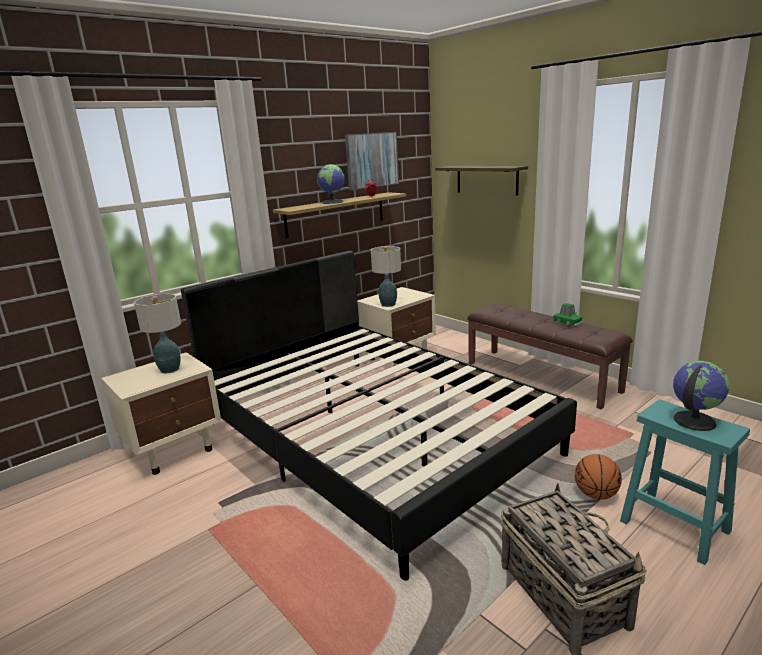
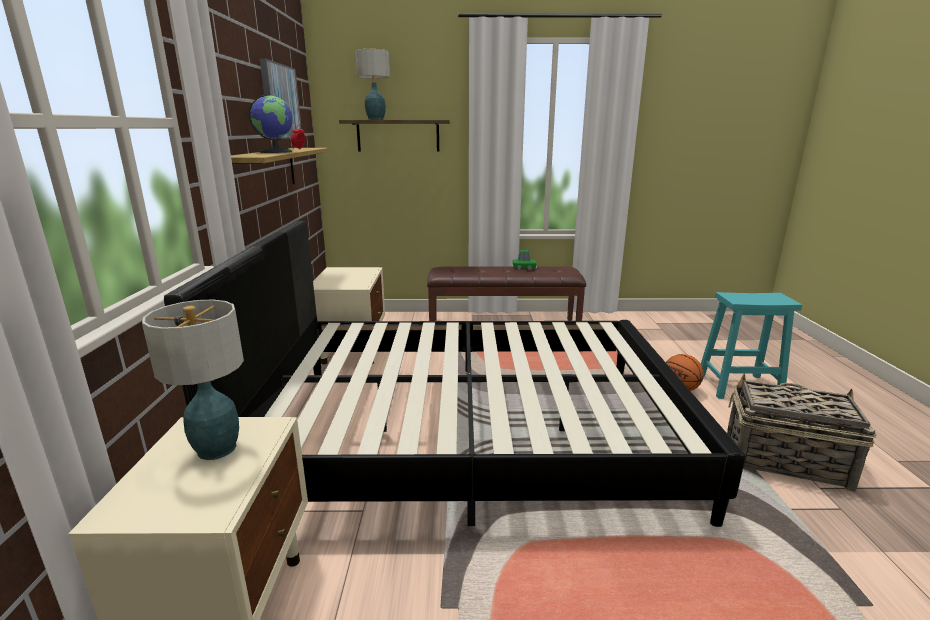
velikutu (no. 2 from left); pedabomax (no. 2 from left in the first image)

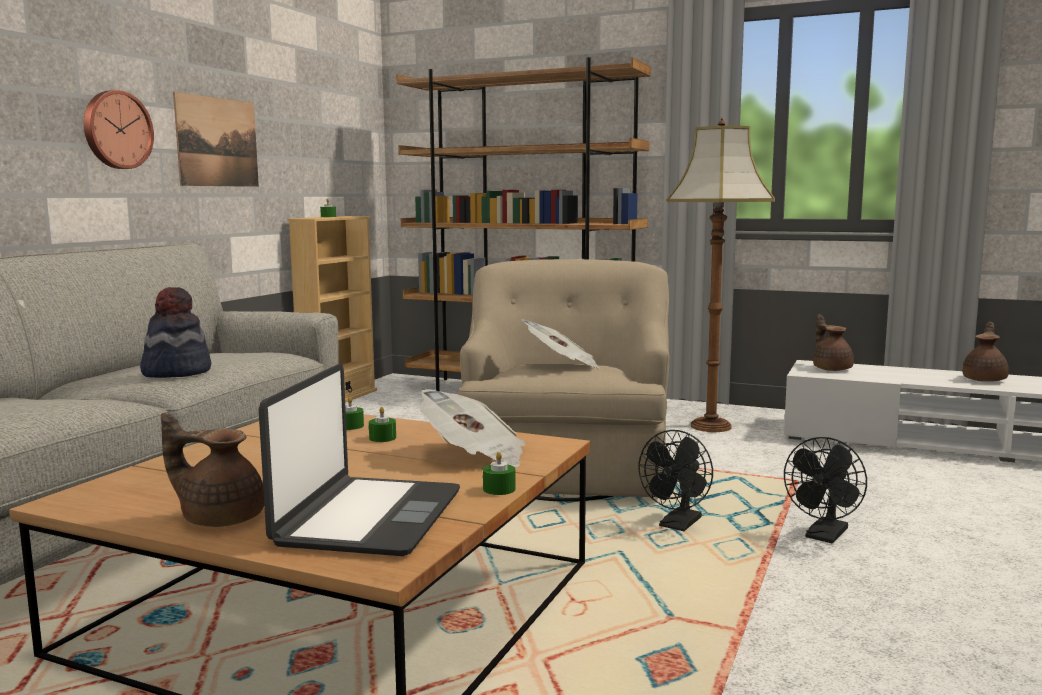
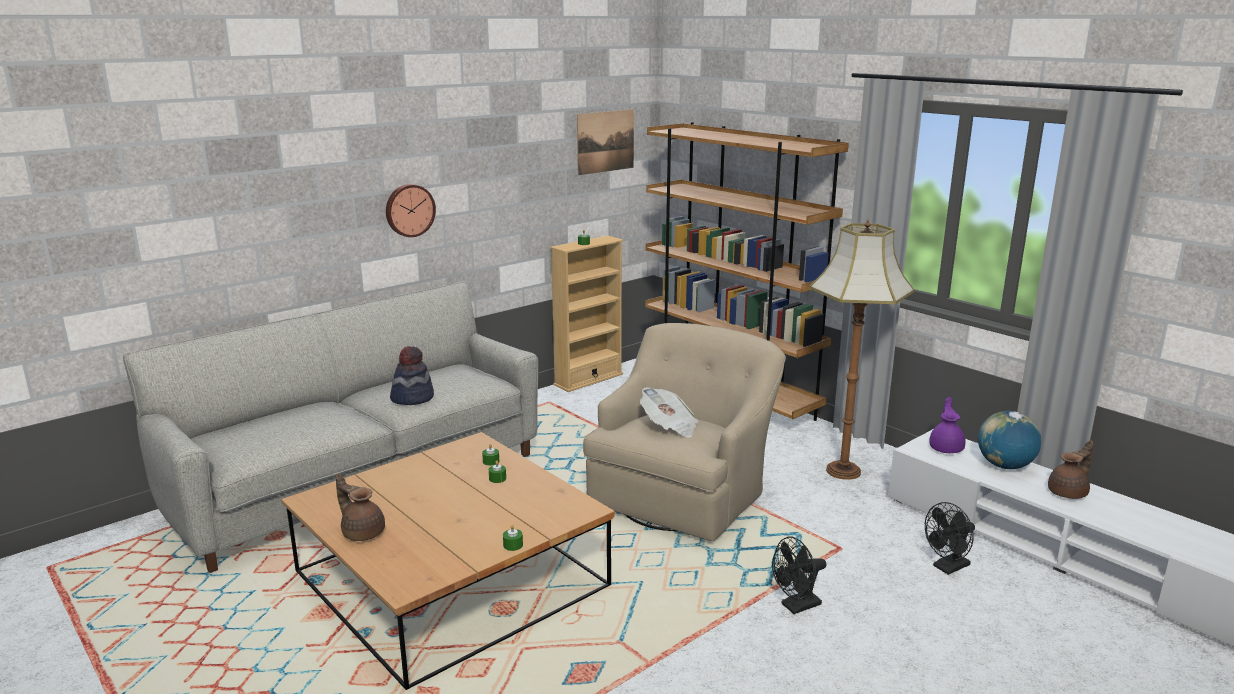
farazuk; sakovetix; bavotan (no. 1 from left in the first image); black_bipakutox (no. 2 from left); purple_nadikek; pedabomax

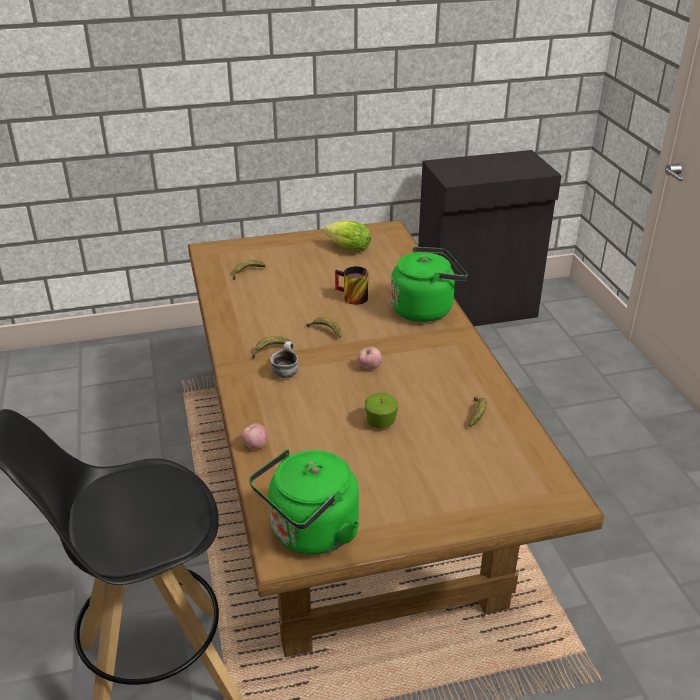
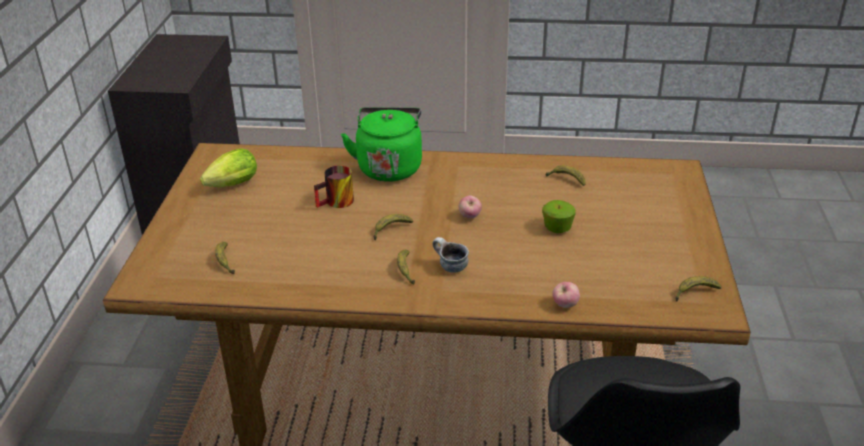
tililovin (no. 5 from left)

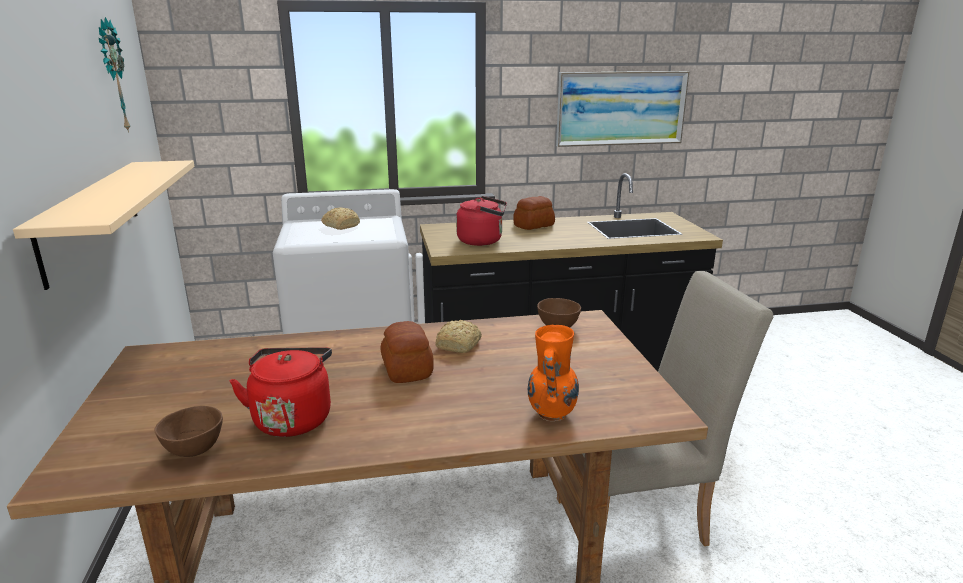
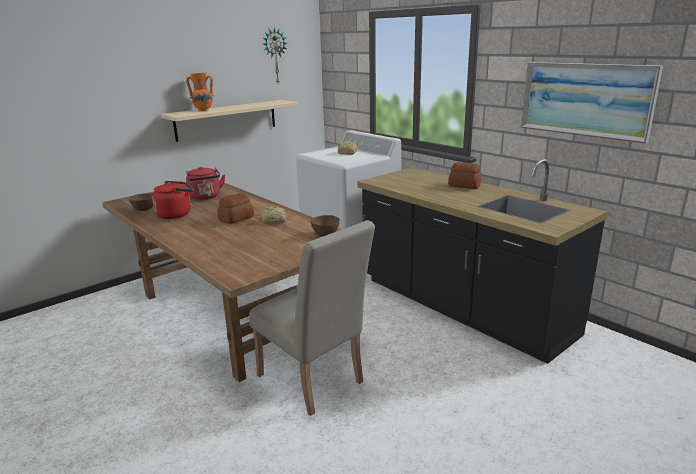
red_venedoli (no. 2 from left); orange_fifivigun

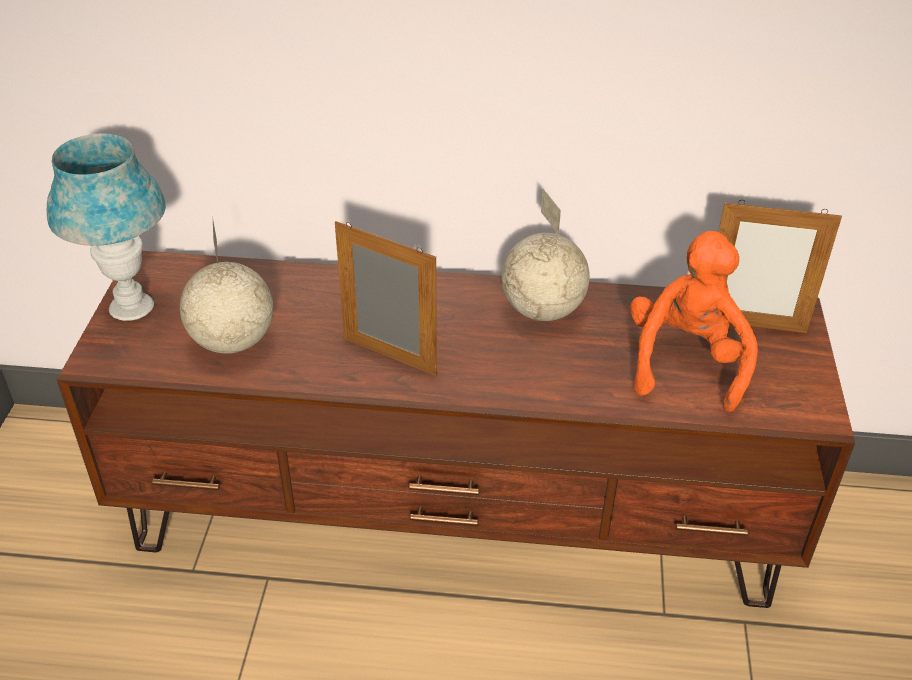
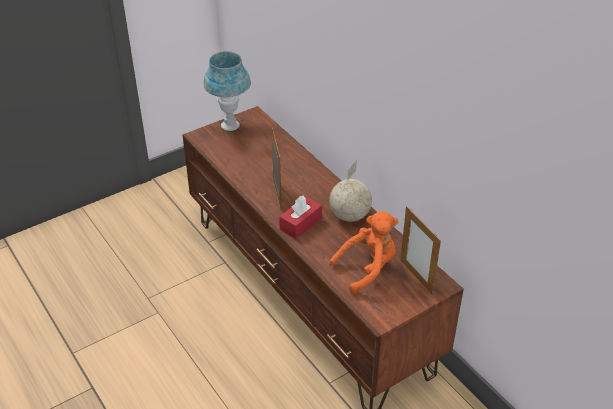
pedabomax (no. 1 from left in the first image); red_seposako

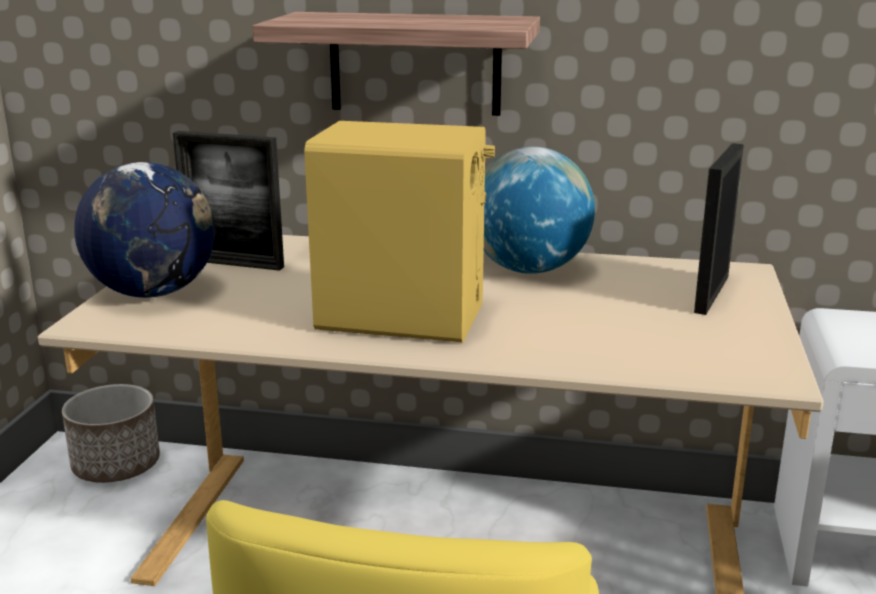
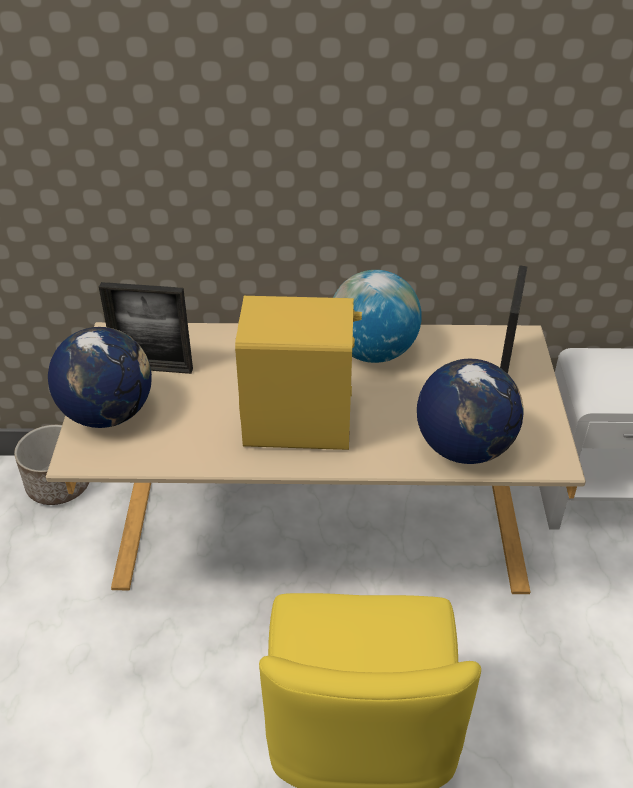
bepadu; pedabomax (no. 3 from left)

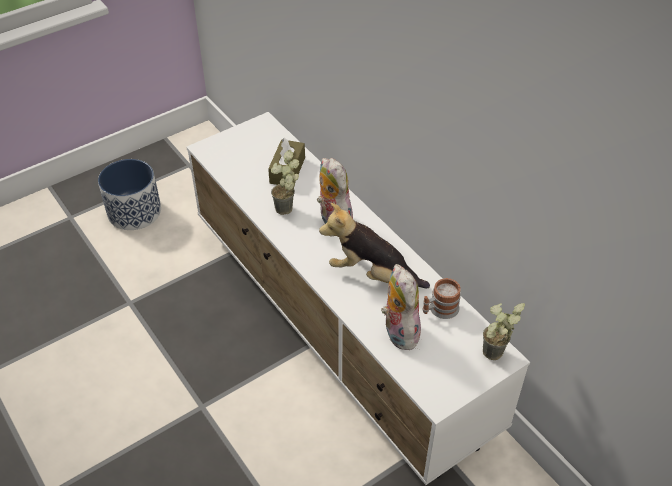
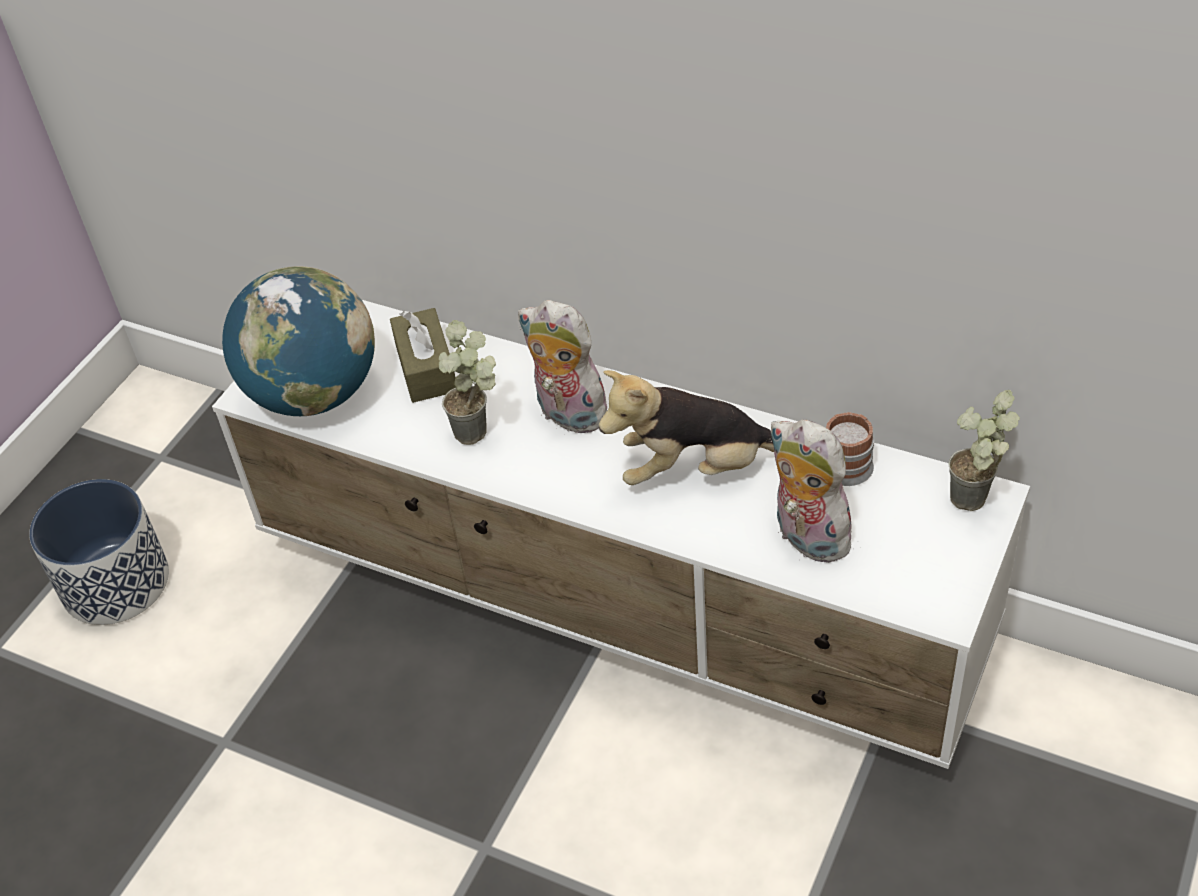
pedabomax

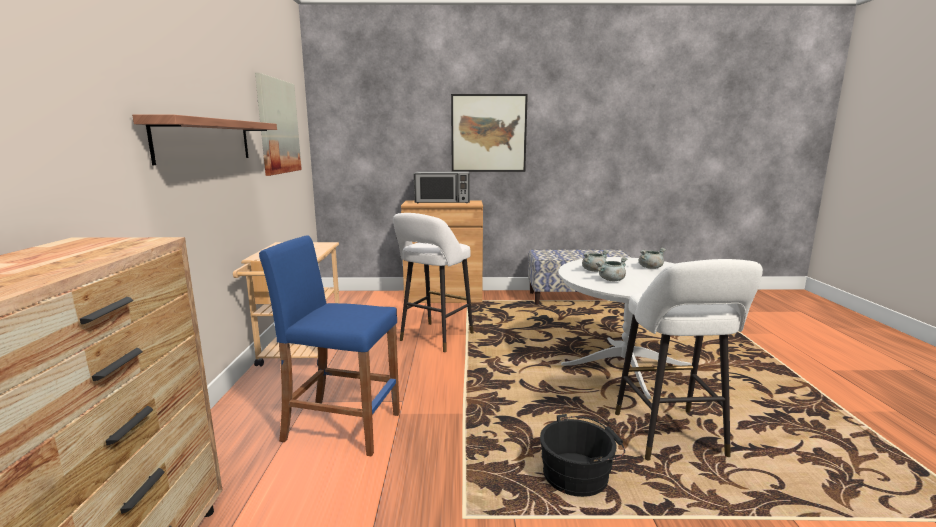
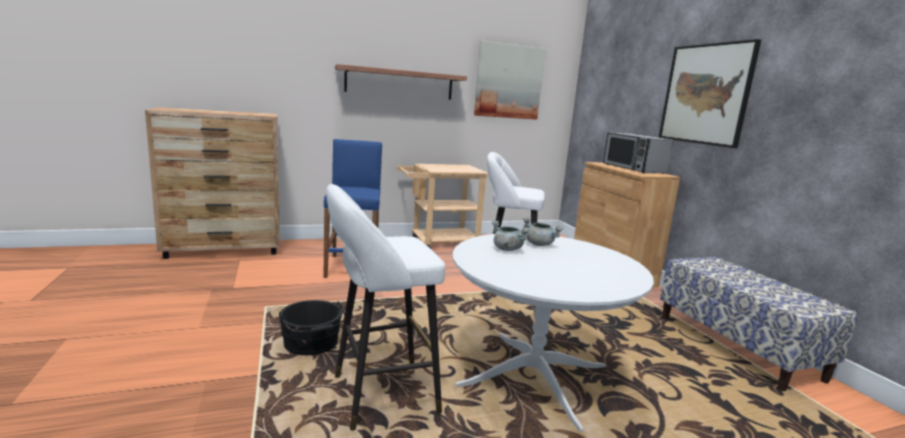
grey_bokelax (no. 3 from left in the first image)

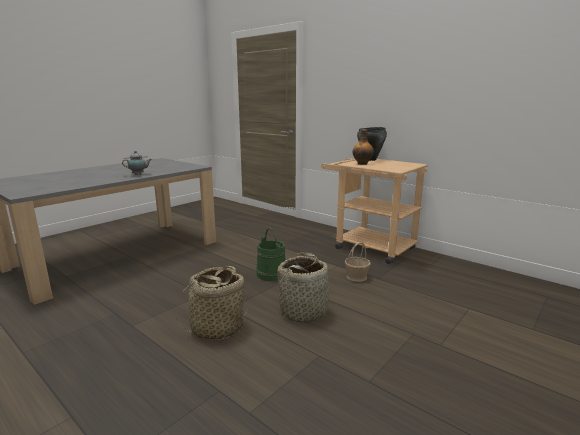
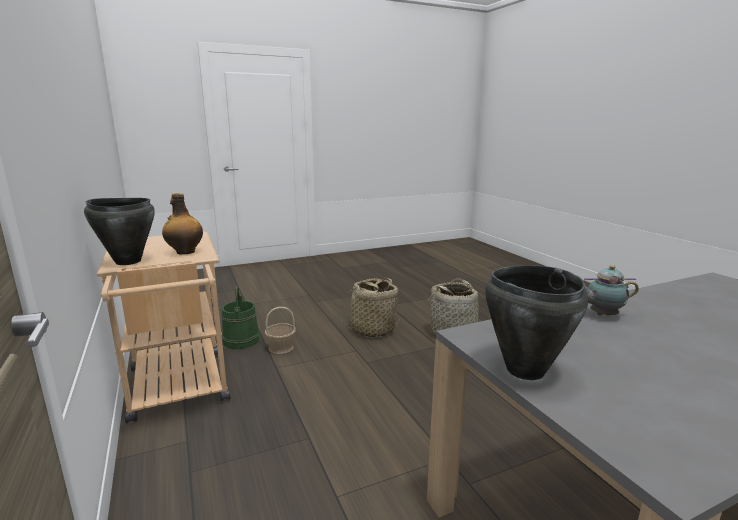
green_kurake; black_bokelax (no. 2 from left)

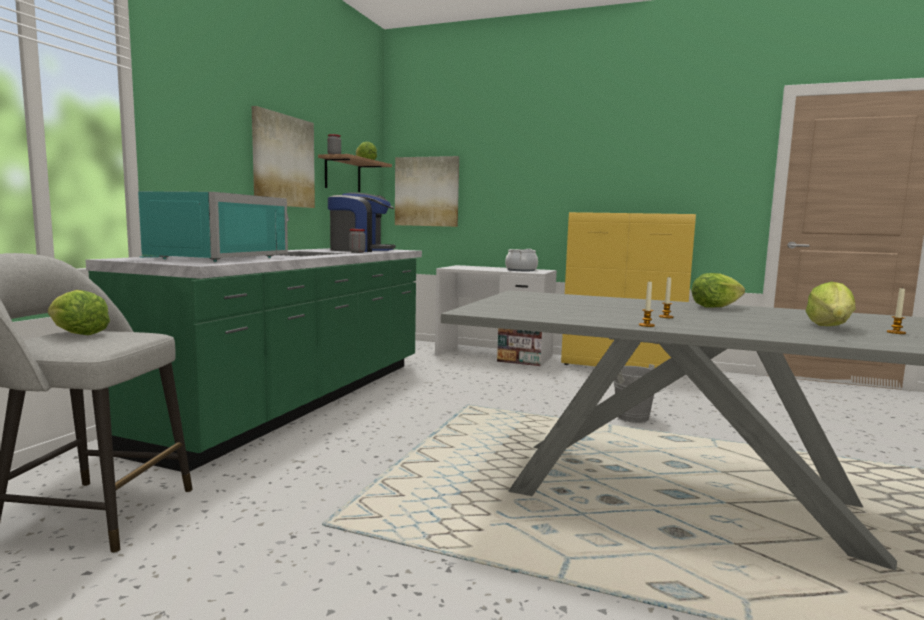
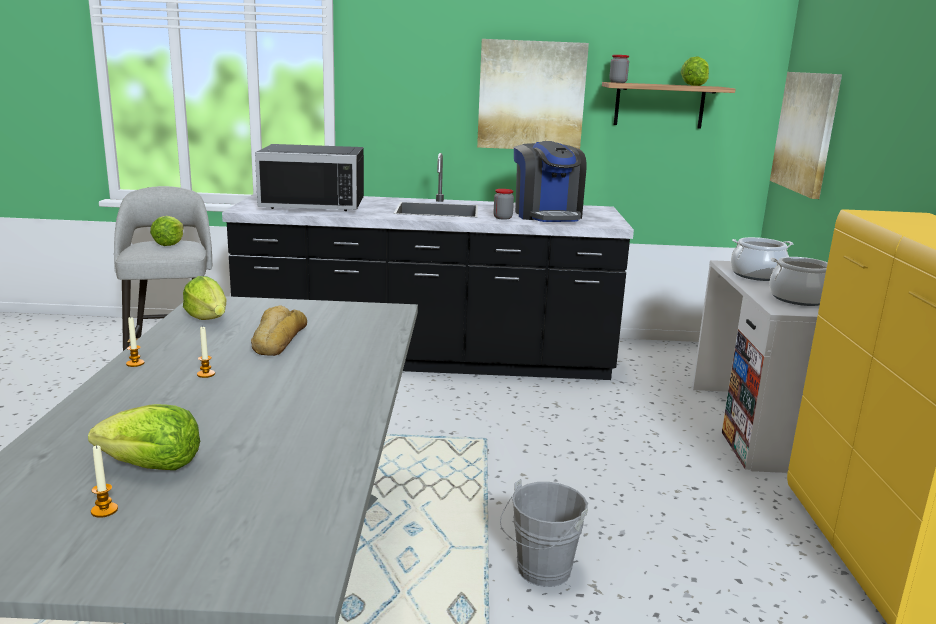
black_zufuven; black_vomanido; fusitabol (no. 3 from left); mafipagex; bokelax (no. 1 from left)

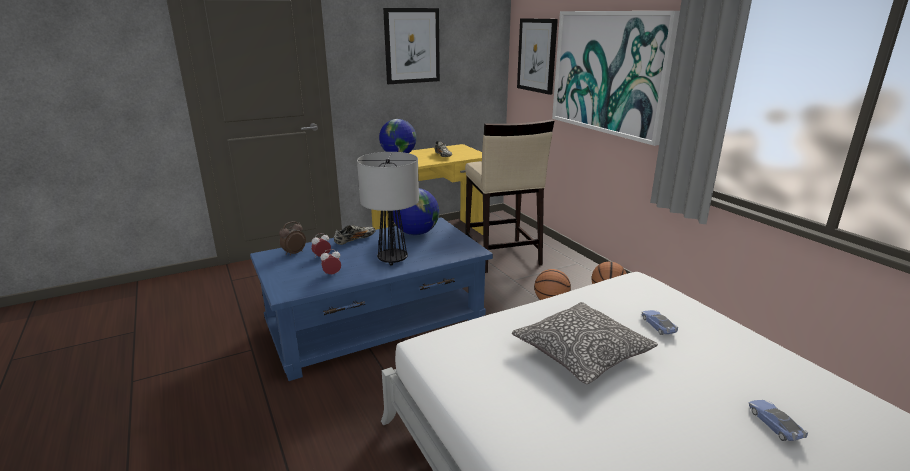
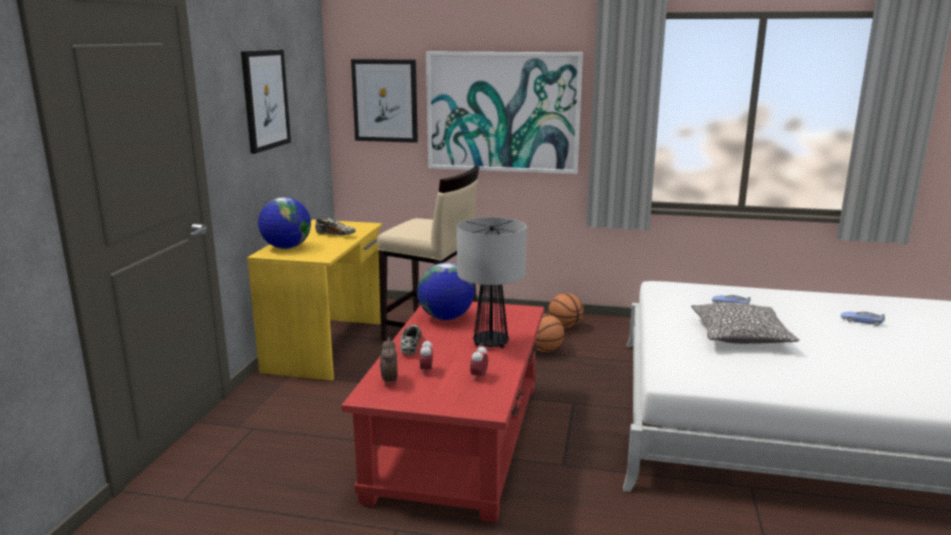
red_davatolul

